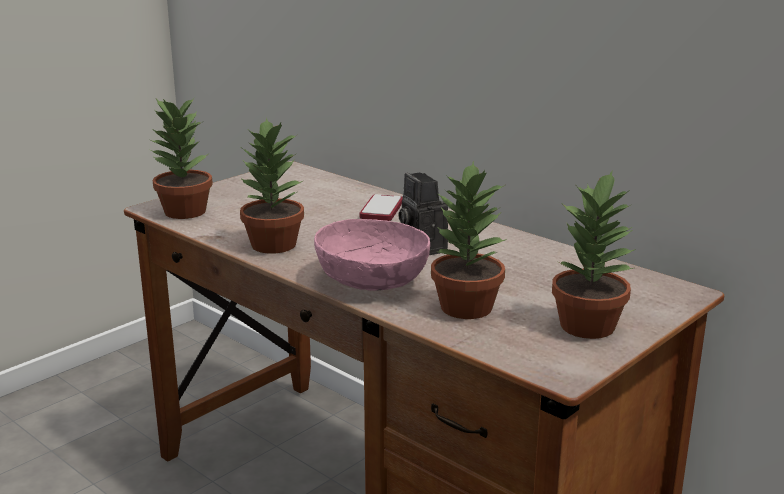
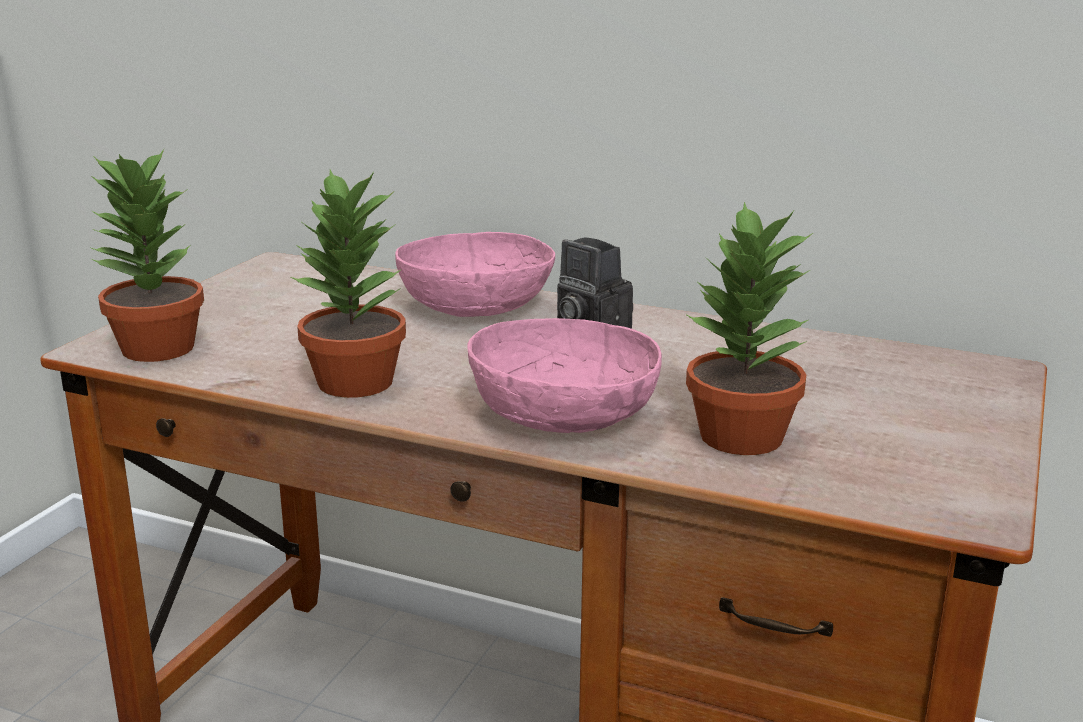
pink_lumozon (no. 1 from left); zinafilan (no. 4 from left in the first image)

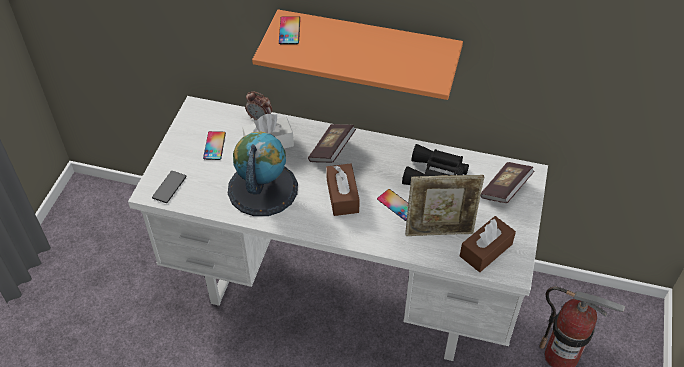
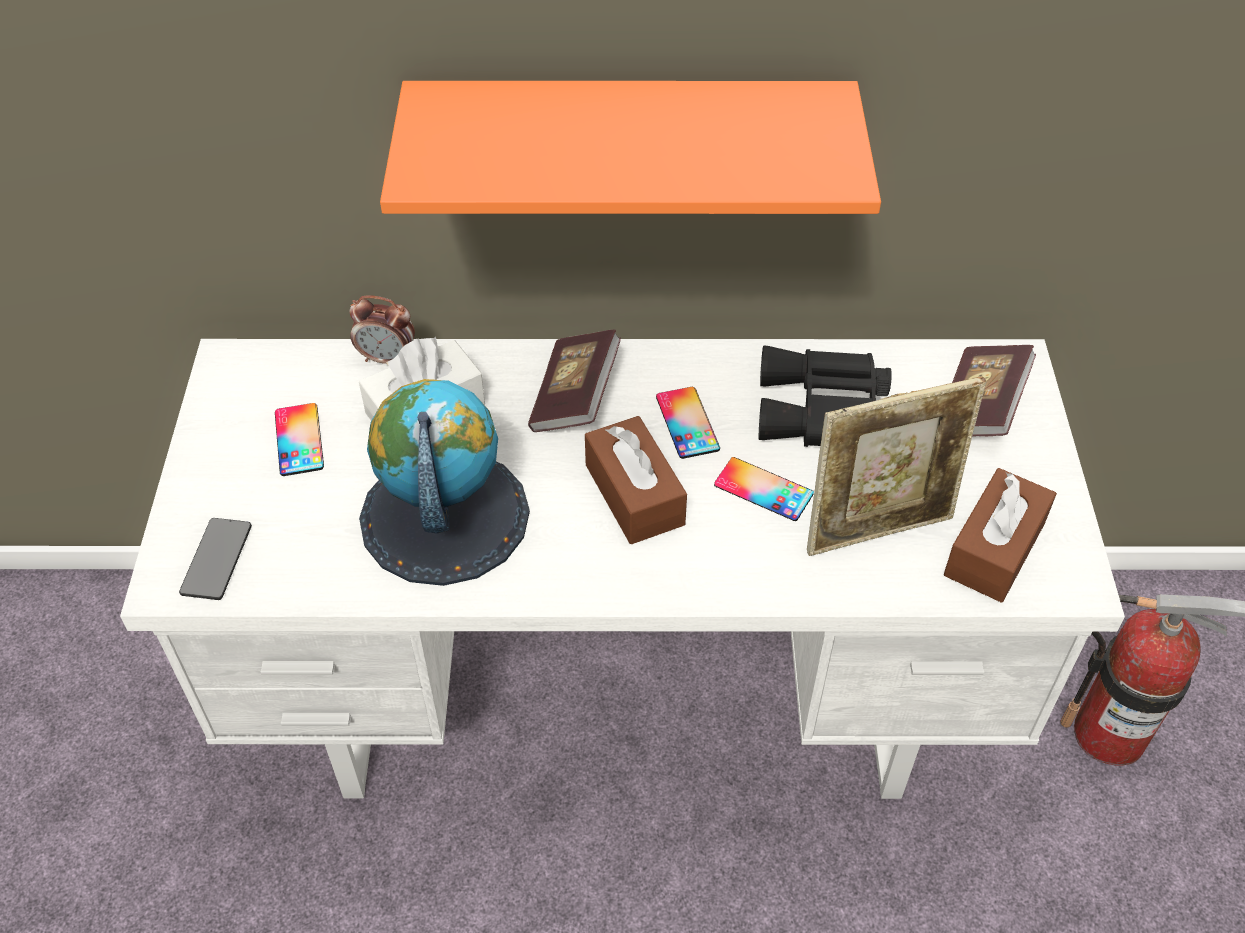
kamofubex (no. 3 from left)

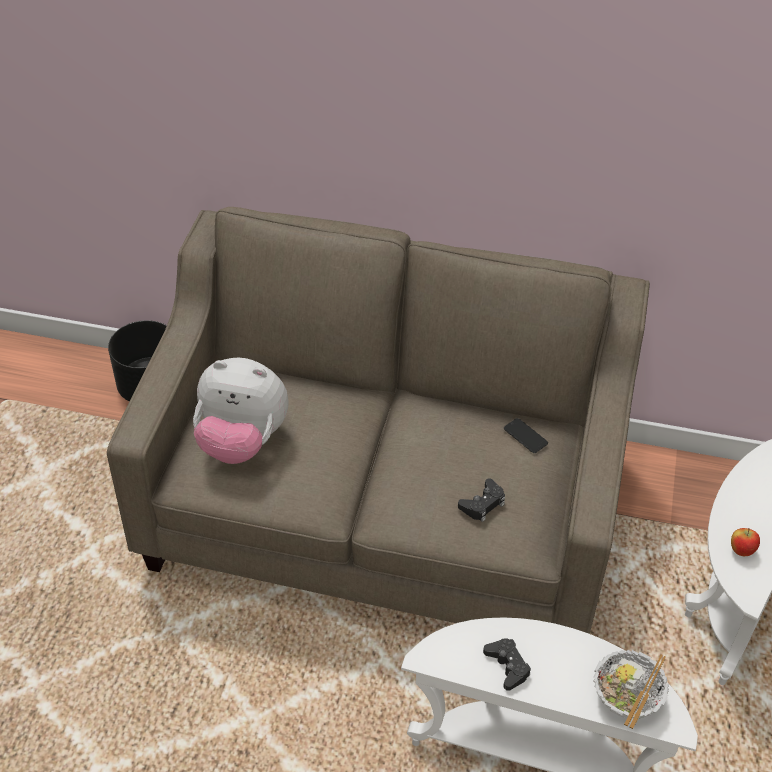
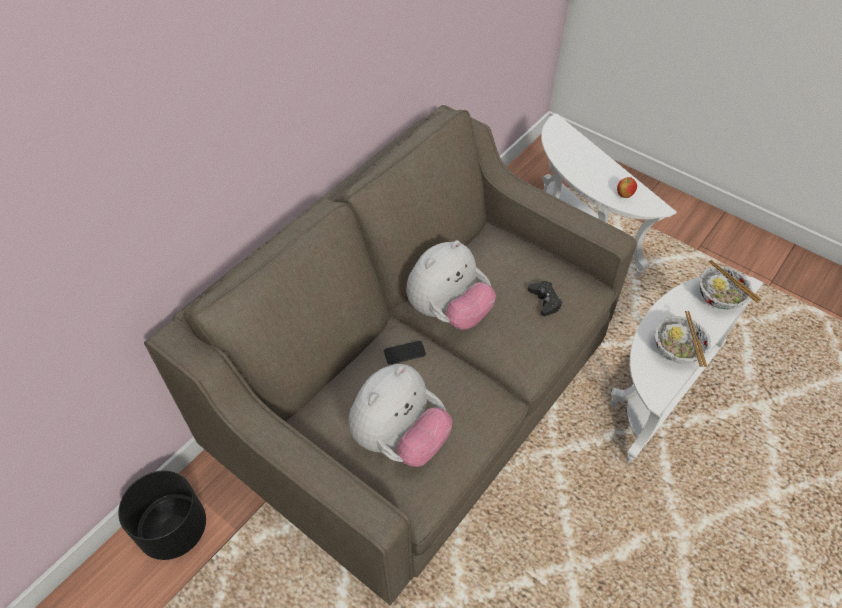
lumozon (no. 1 from left); kamofubex; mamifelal (no. 2 from left)

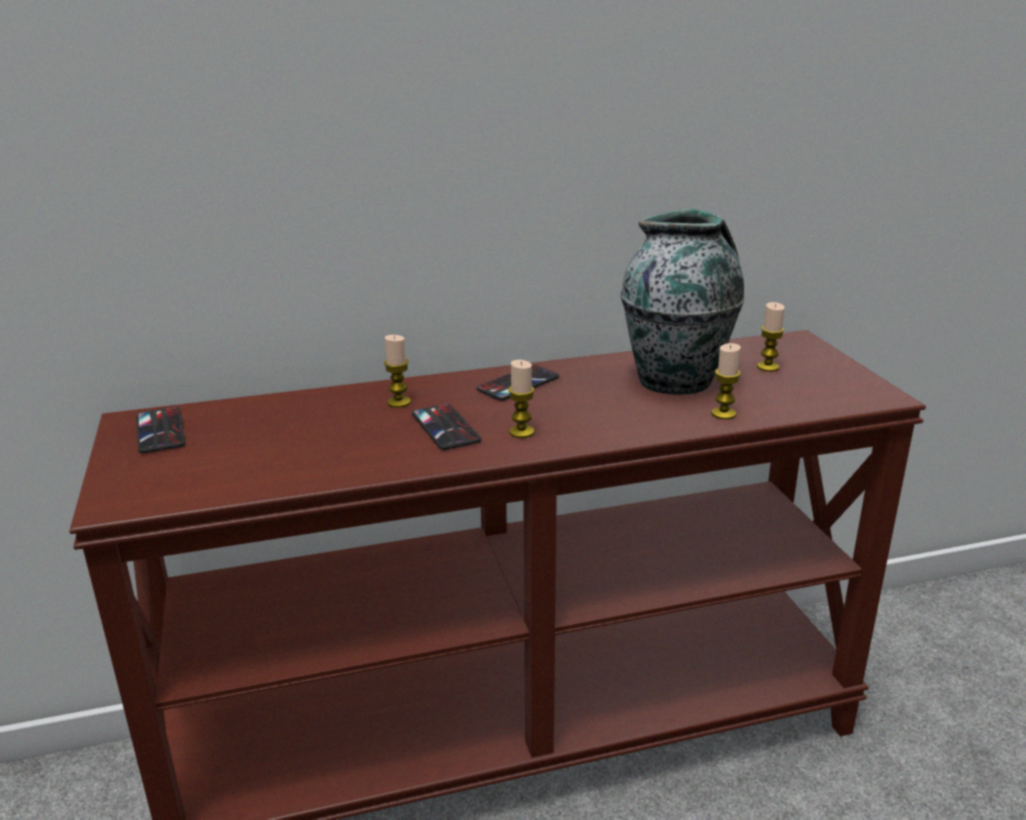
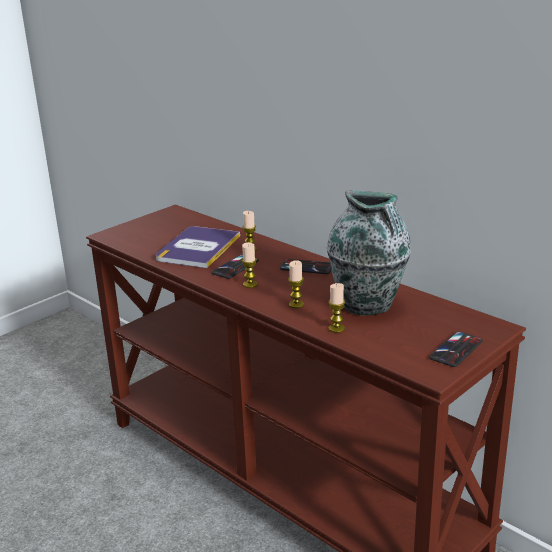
kamofubex (no. 3 from left); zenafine (no. 3 from left); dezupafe

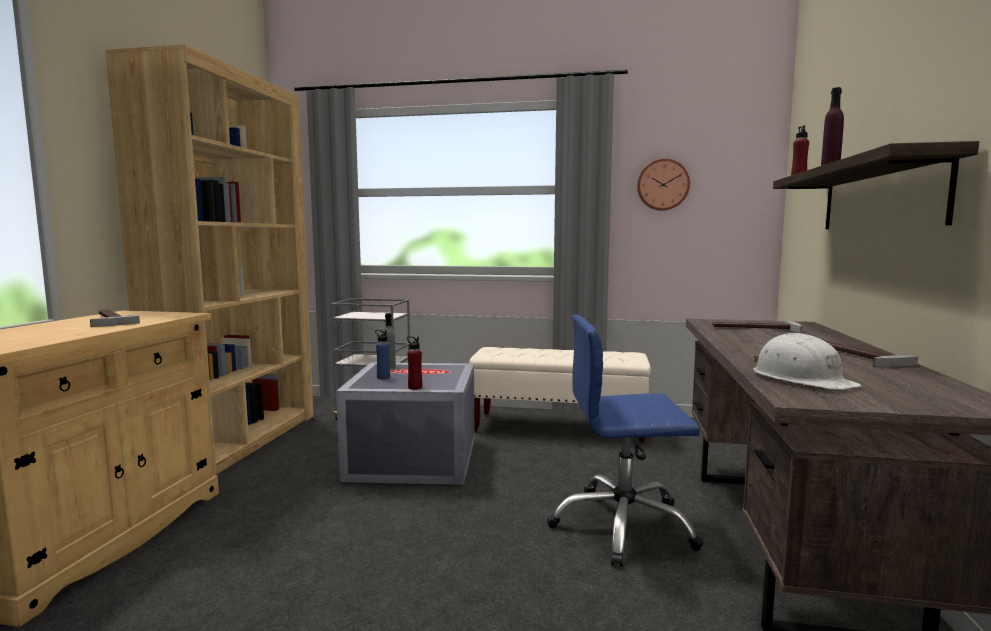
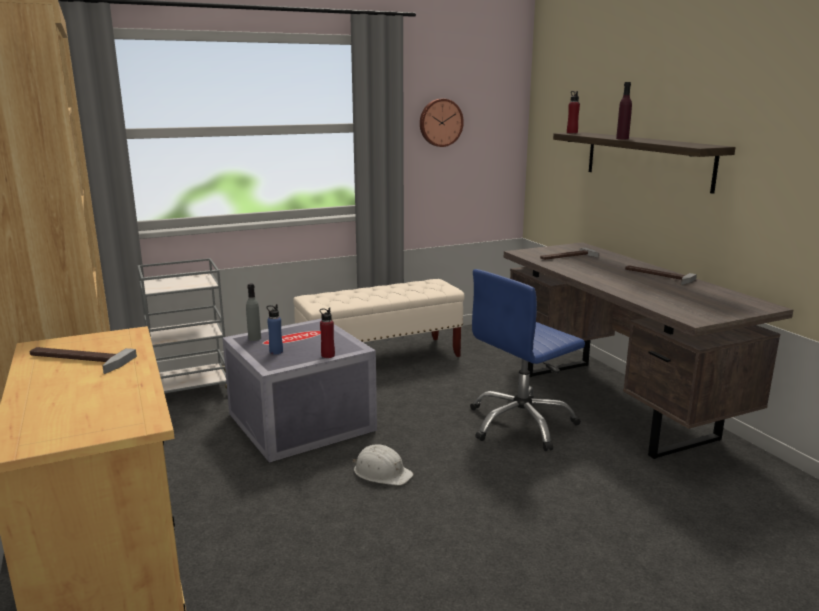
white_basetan

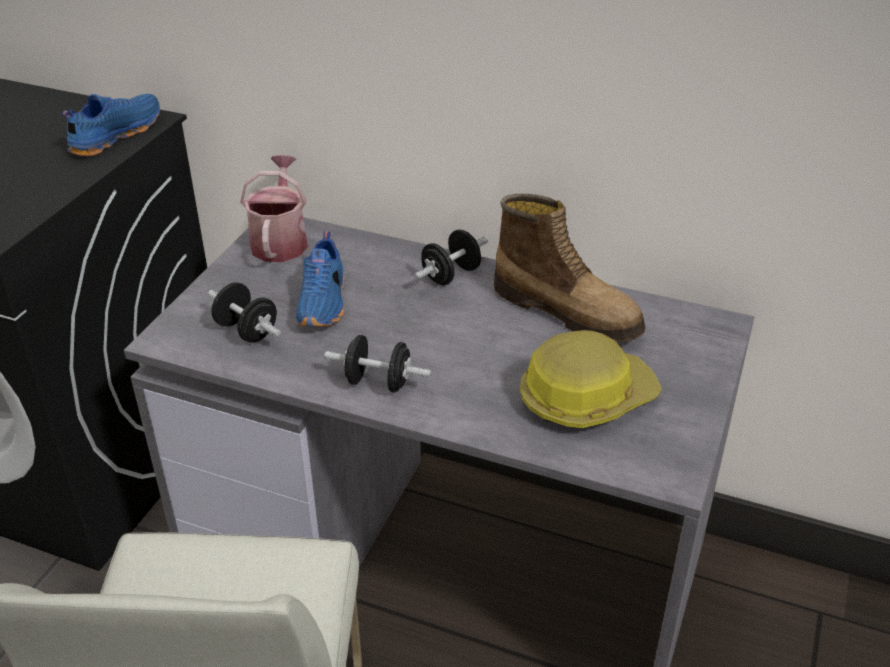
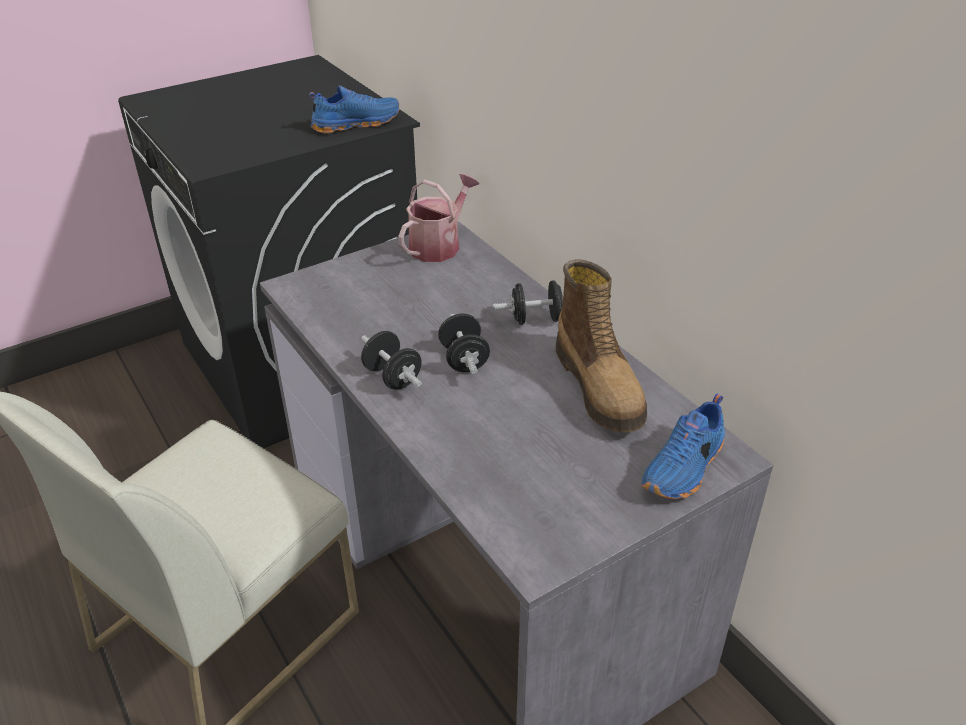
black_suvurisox (no. 2 from left); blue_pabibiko (no. 2 from left); basetan

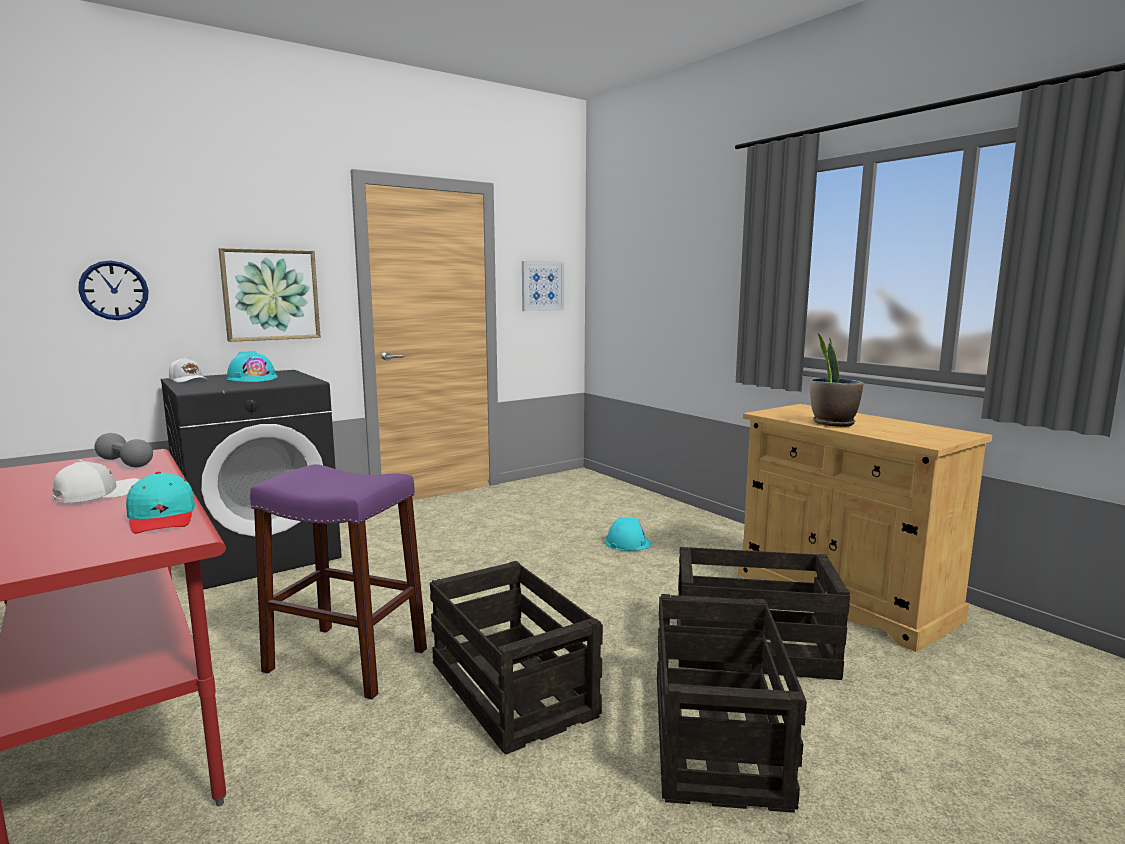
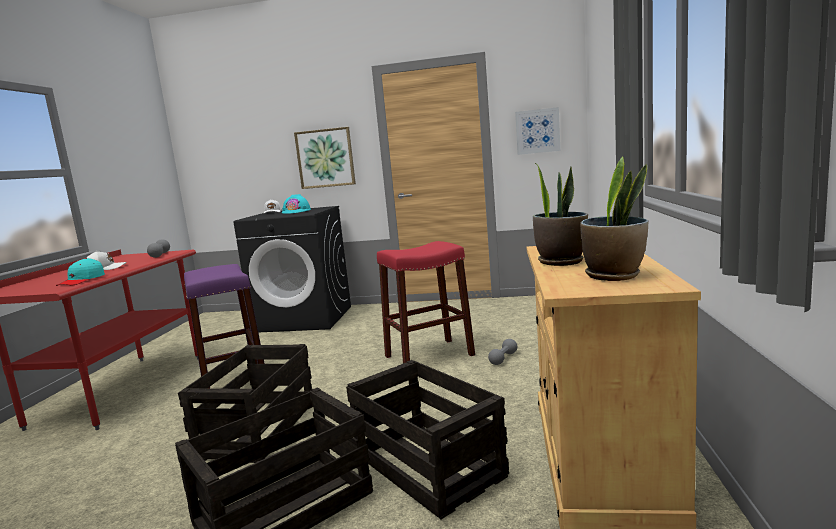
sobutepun; grey_suvurisox (no. 2 from left); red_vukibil; zinafilan (no. 2 from left)

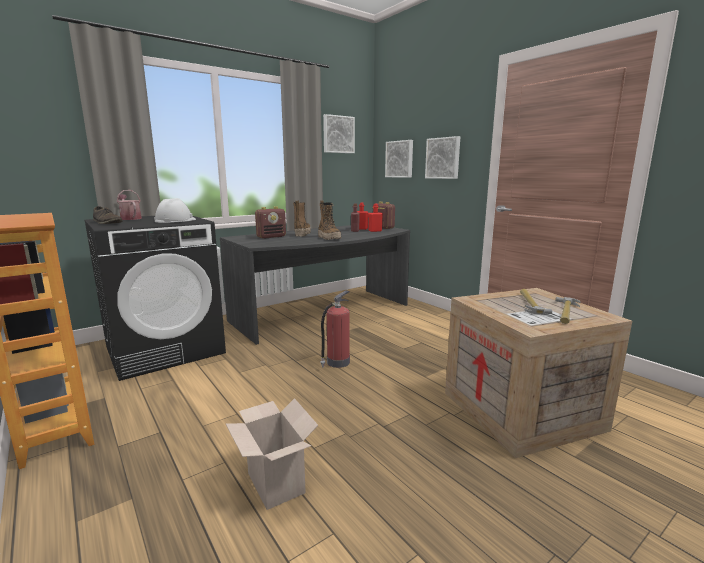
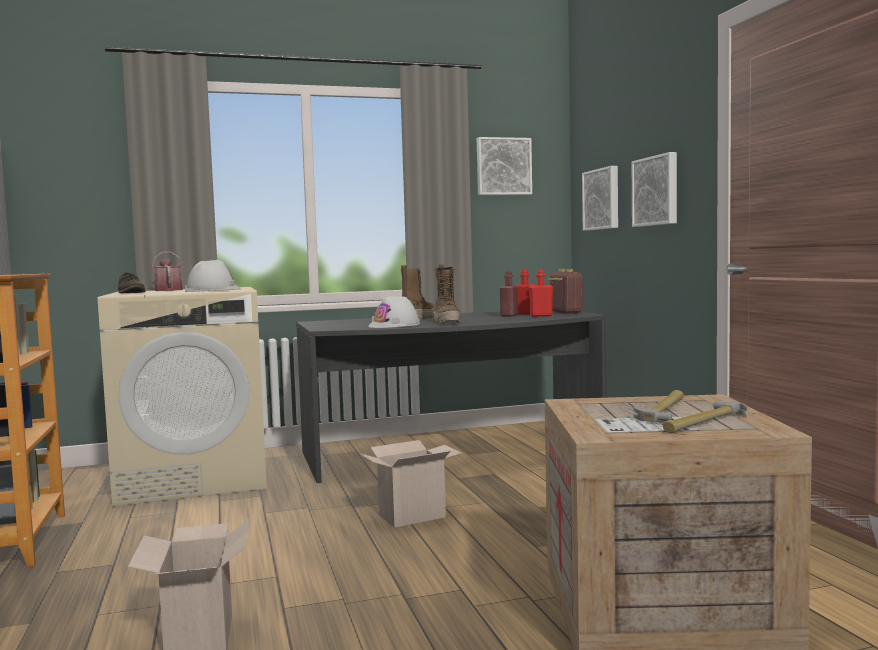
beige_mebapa; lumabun (no. 1 from left in the first image); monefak (no. 2 from left); white_basetan (no. 2 from left)

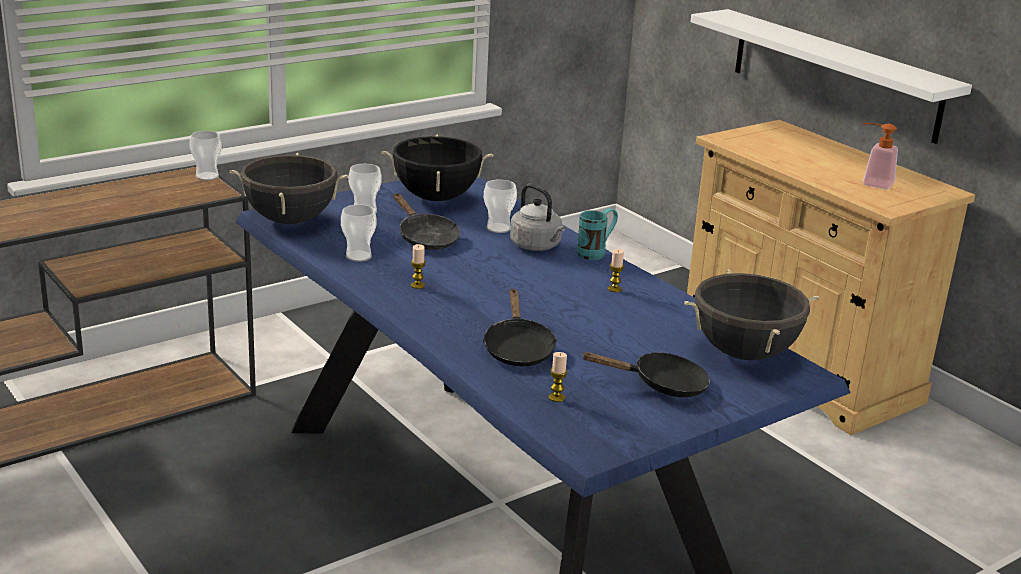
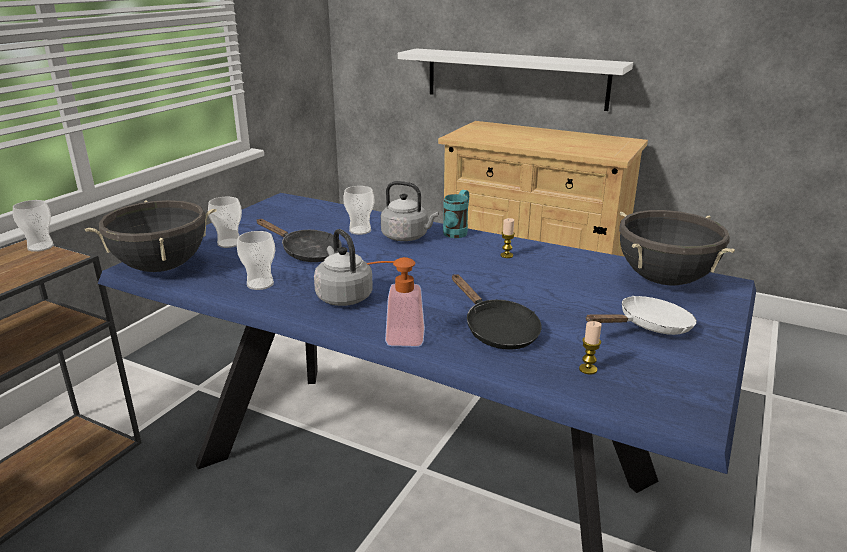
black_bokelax (no. 2 from left in the first image); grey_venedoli (no. 1 from left); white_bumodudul; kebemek

